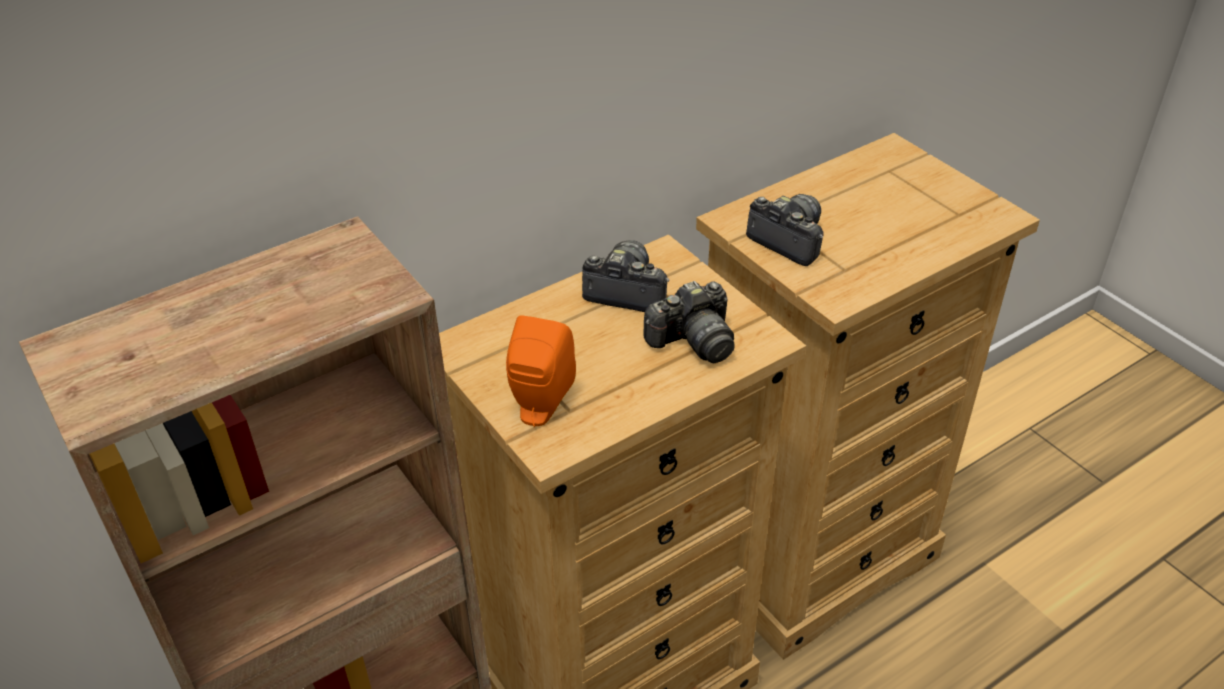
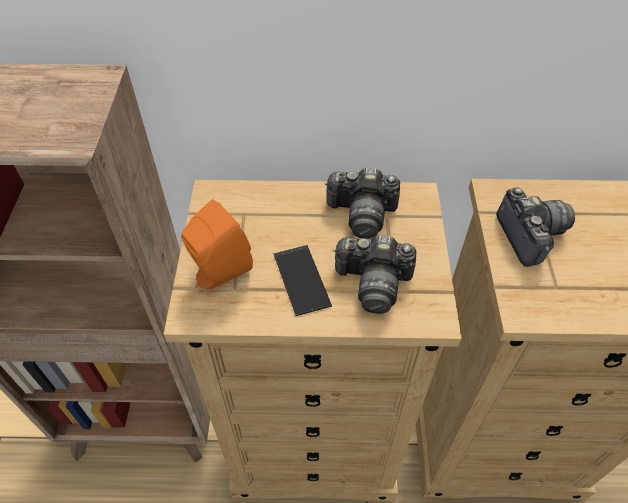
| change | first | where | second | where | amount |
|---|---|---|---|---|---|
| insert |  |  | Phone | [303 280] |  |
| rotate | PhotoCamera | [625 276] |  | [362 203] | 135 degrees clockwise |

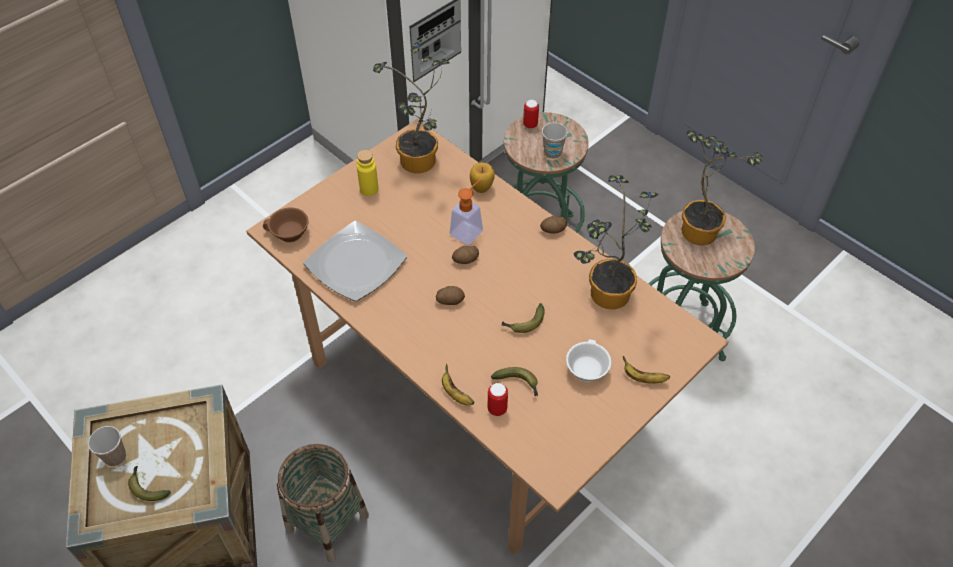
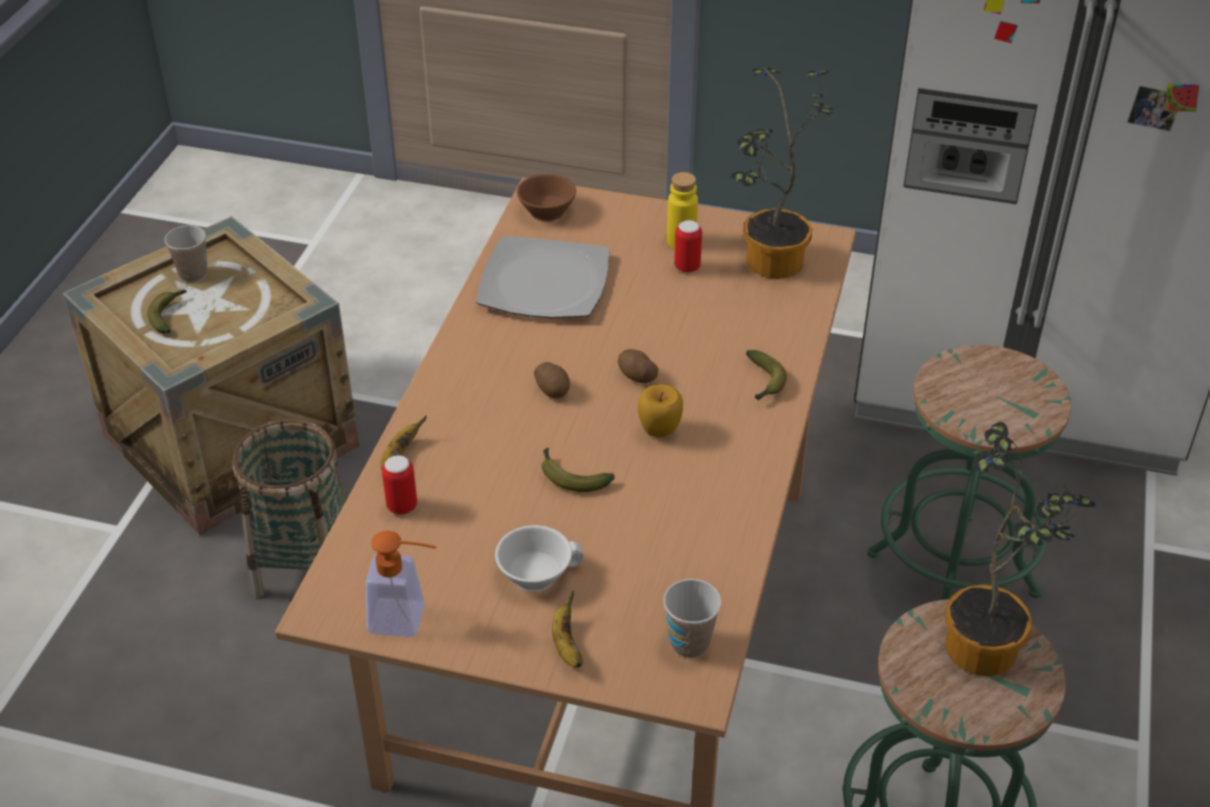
| change | first | where | second | where | amount |
|---|---|---|---|---|---|
| move | LiquidSoapBottle | [466 212] |  | [401 584] |  |
| move | WholeApple | [482 178] |  | [660 410] |  |
| move | Cup | [555 141] |  | [692 618] |  |
| move | SealedCan | [531 114] |  | [688 246] |  |
| move | Banana | [514 381] |  | [766 375] |  |
| delete | WholePotato | [553 225] |  |  |  |
| delete | PottedPlant | [616 242] |  |  |  |

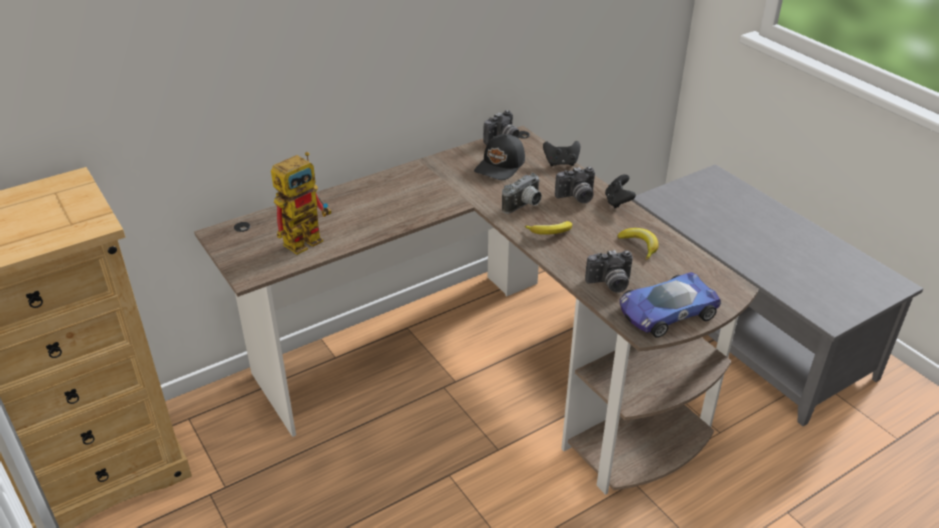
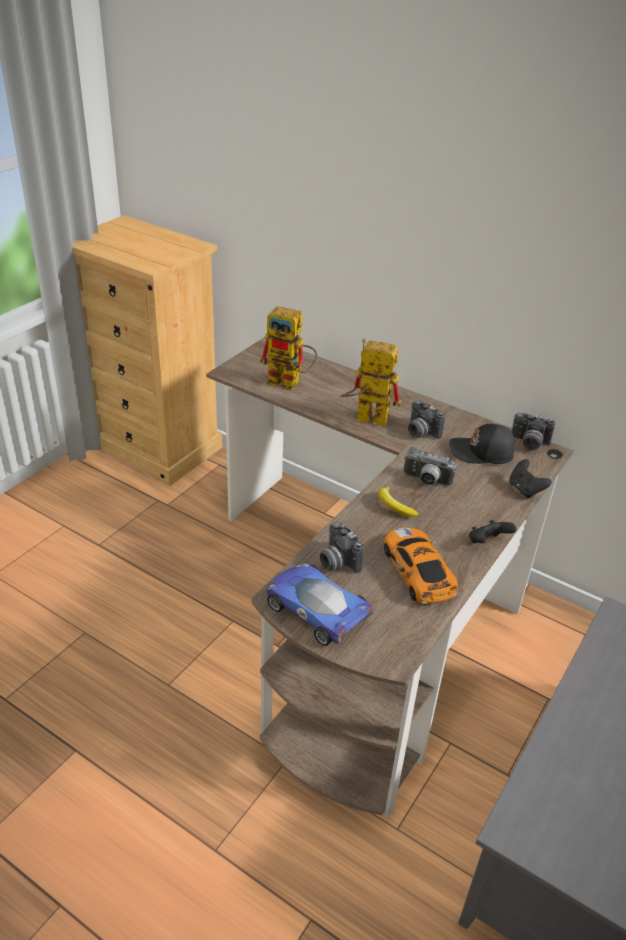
| change | first | where | second | where | amount |
|---|---|---|---|---|---|
| insert |  |  | ToyRobot | [371 383] |  |
| replace | Banana | [638 244] | ModelCar | [421 565] |  |
| move | PhotoCamera | [575 185] |  | [426 419] |  |

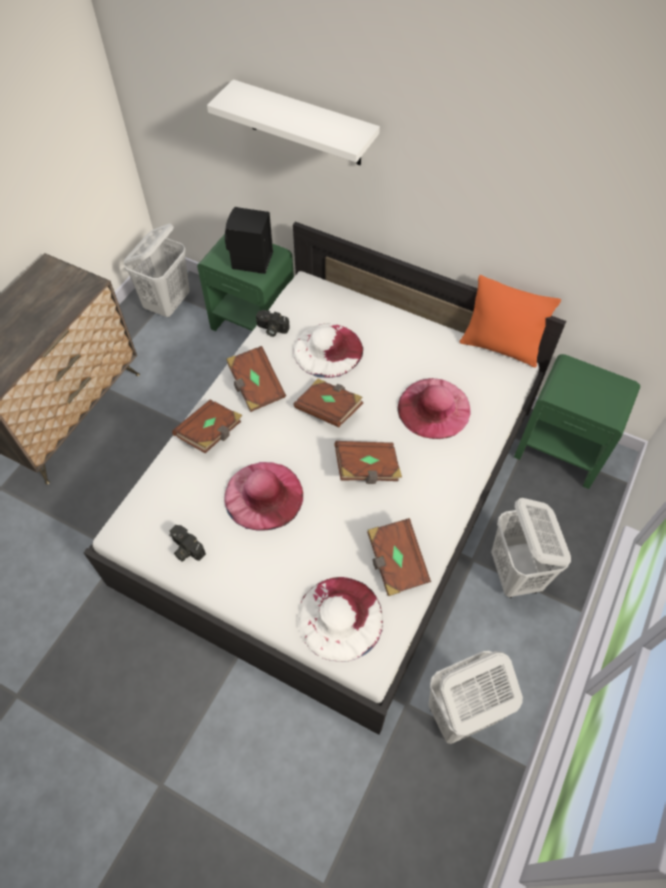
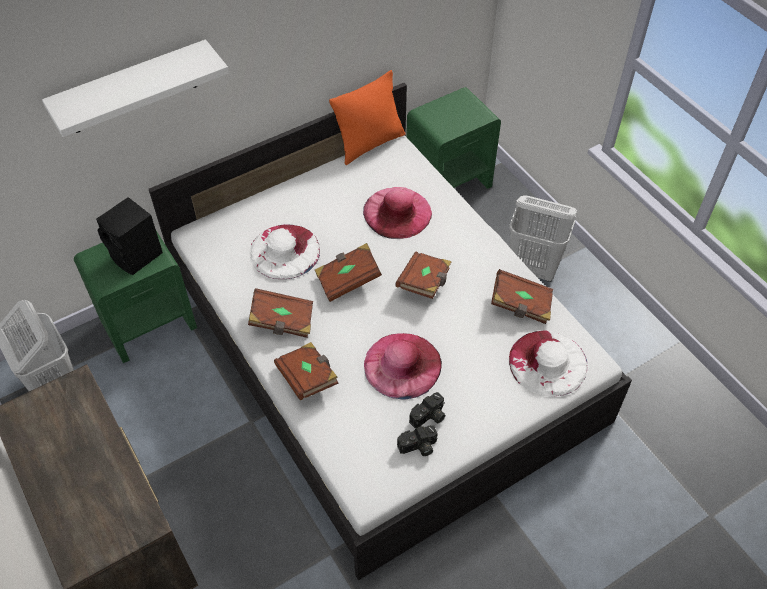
| change | first | where | second | where | amount |
|---|---|---|---|---|---|
| move | PhotoCamera | [273 323] |  | [427 410] |  |
| delete | WhiteColouredWashingBasket | [476 697] |  |  |  |

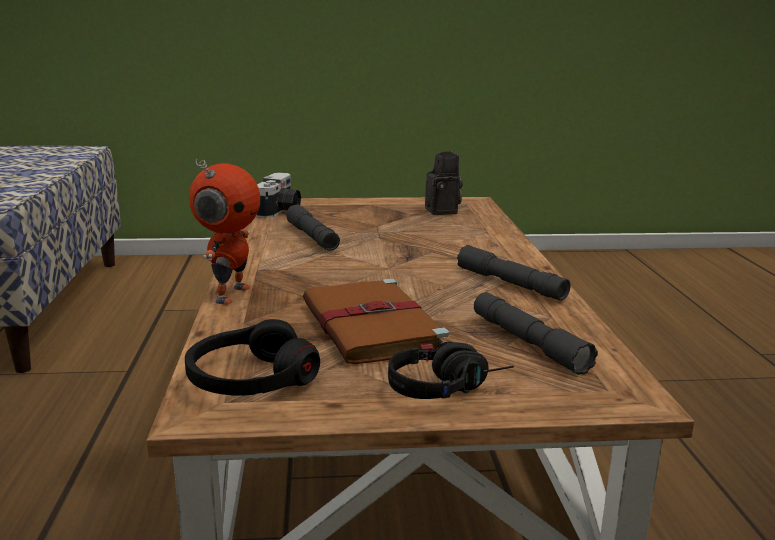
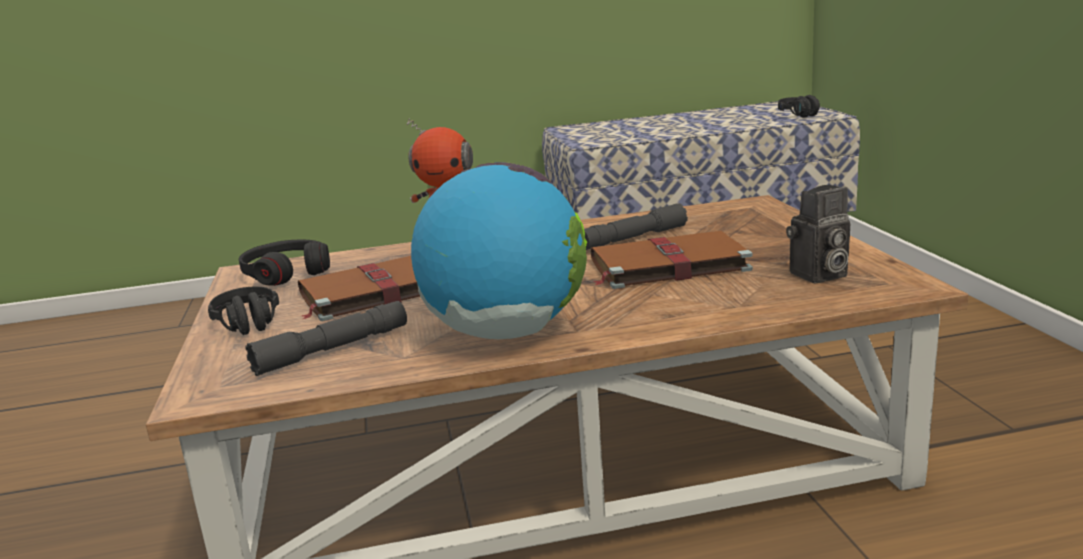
| change | first | where | second | where | amount |
|---|---|---|---|---|---|
| replace | GreyFlashlight | [513 273] | DeskGlobe | [499 250] |  |
| insert |  |  | BrownishBook | [672 260] |  |
| insert |  |  | BlackColouredPairOfHeadphones | [799 106] |  |
| delete | PhotoCamera | [278 195] |  |  |  |

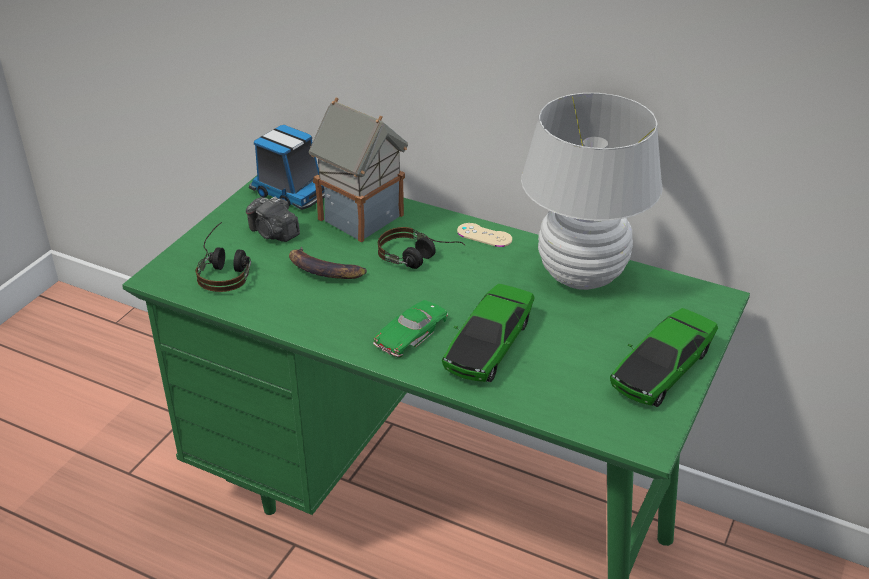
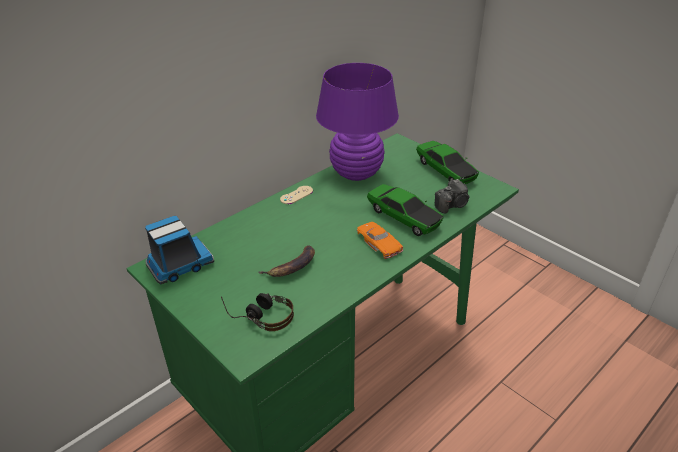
| change | first | where | second | where | amount |
|---|---|---|---|---|---|
| recolor | WhiteColouredTabletopLamp | [592 191] | PurplishTabletopLamp | [357 122] |  |
| recolor | GreenModelCar | [410 329] | OrangeColouredModelCar | [380 240] |  |
| move | PhotoCamera | [273 219] |  | [452 196] |  |
| delete | ToyHouse | [358 170] |  |  |  |
| delete | PairOfHeadphones | [421 248] |  |  |  |

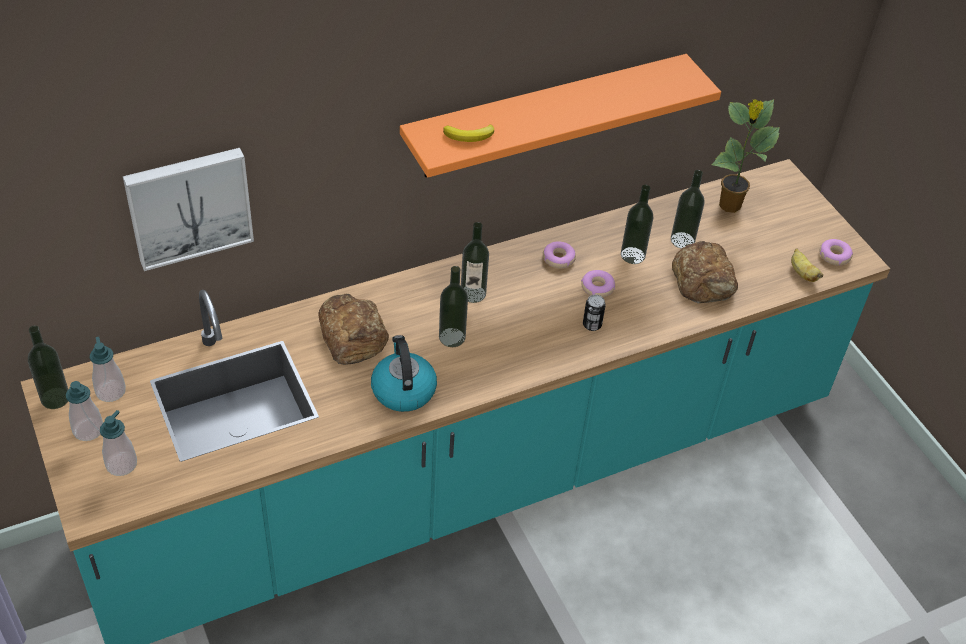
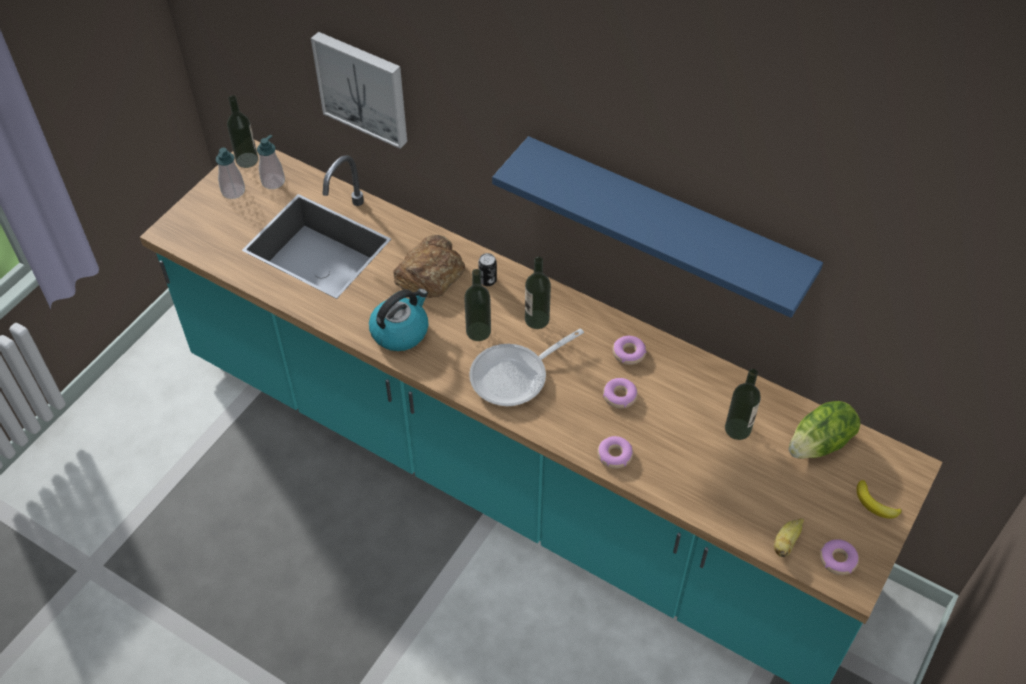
| change | first | where | second | where | amount |
|---|---|---|---|---|---|
| insert |  |  | FryingPan | [526 367] |  |
| move | SealedCan | [594 313] |  | [487 269] |  |
| recolor | OrangeColouredBracketShelf | [560 115] | BlueBracketShelf | [657 227] |  |
| insert |  |  | RingDoughnut | [615 452] |  |
| replace | PottedPlant | [746 156] | Lettuce | [824 430] |  |
| move | Banana | [468 133] |  | [879 499] |  |
| delete | LiquidSoapBottle | [118 443] |  |  |  |
| delete | DrinkBottle | [637 224] |  |  |  |
| delete | BakedBread | [705 272] |  |  |  |

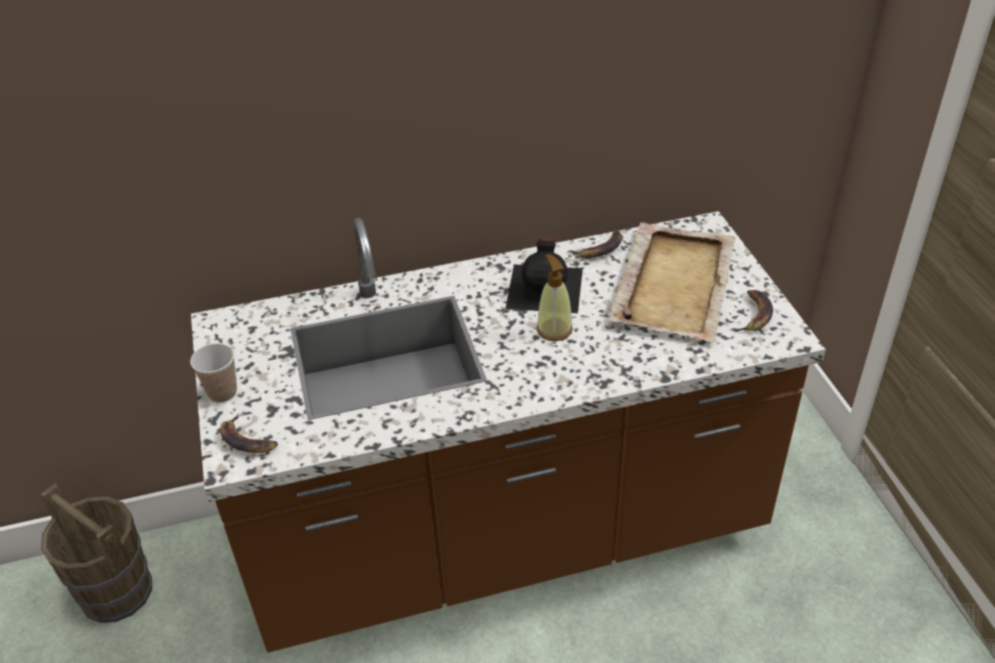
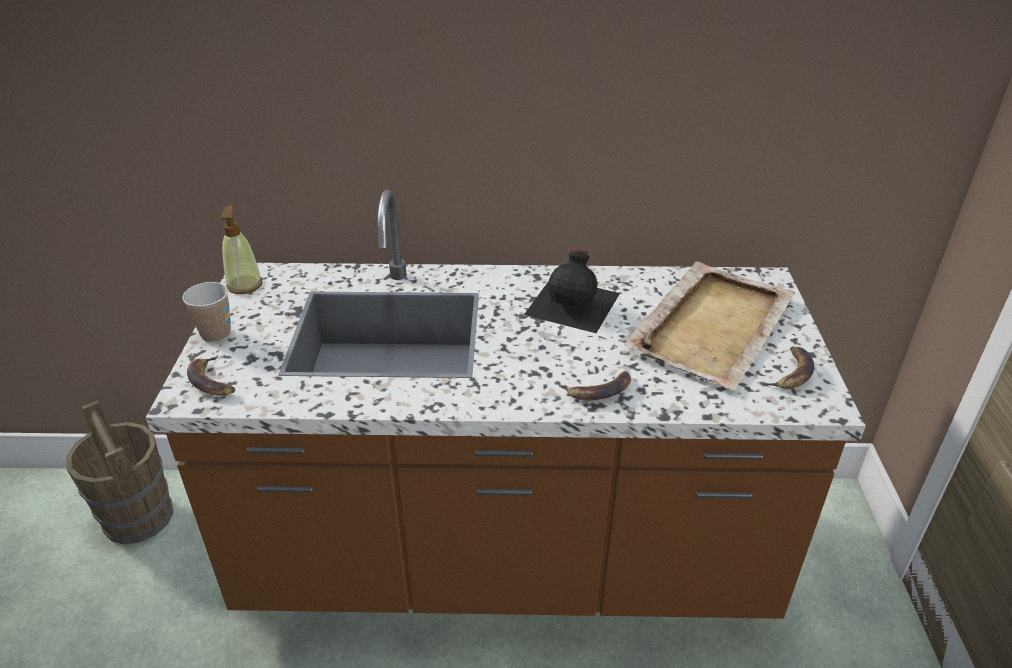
| change | first | where | second | where | amount |
|---|---|---|---|---|---|
| move | LiquidSoapBottle | [554 297] |  | [241 249] |  |
| move | Banana | [595 244] |  | [594 385] |  |

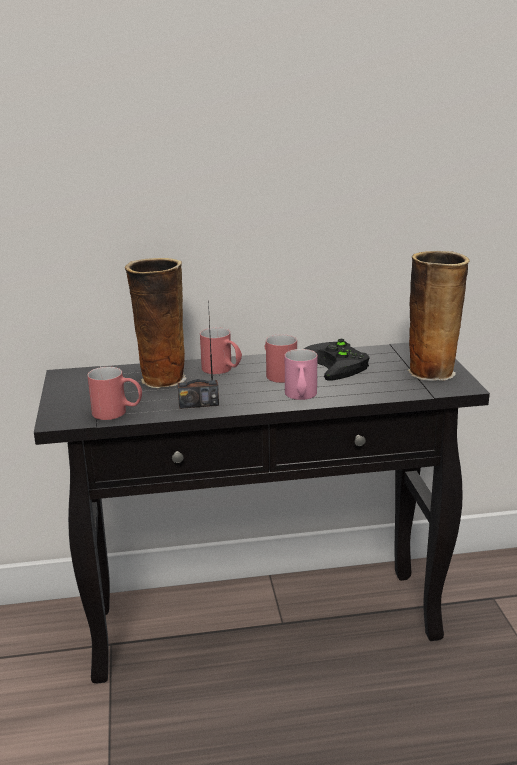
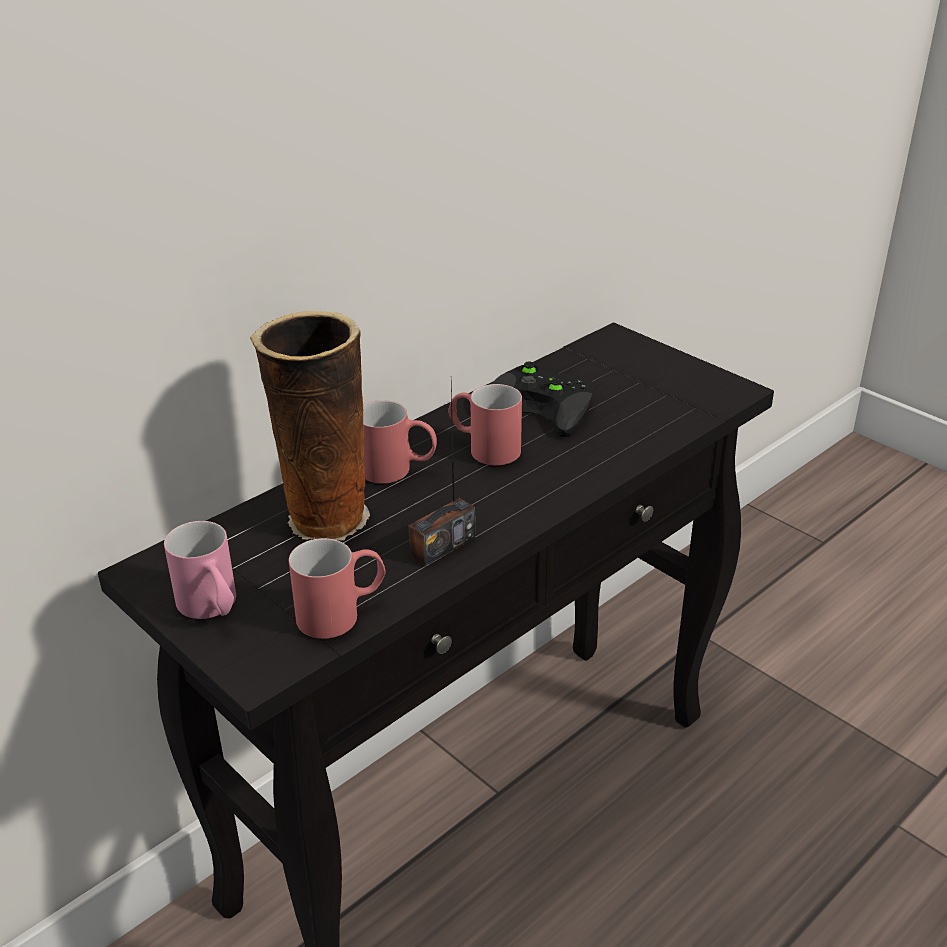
| change | first | where | second | where | amount |
|---|---|---|---|---|---|
| move | PinkColouredCoffeeMug | [301 374] |  | [200 570] |  |
| delete | Vase | [439 316] |  |  |  |

